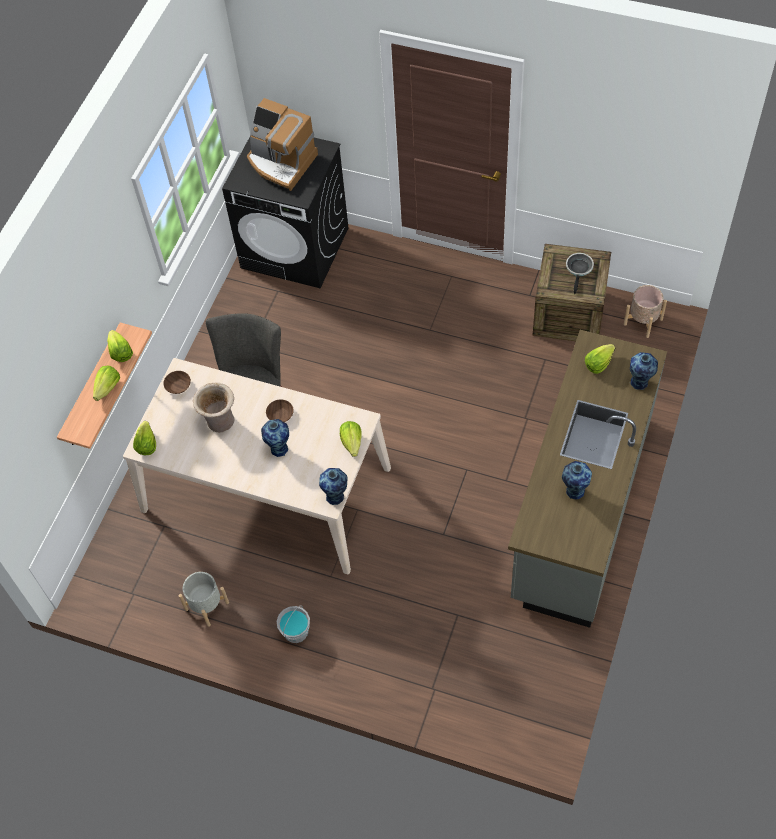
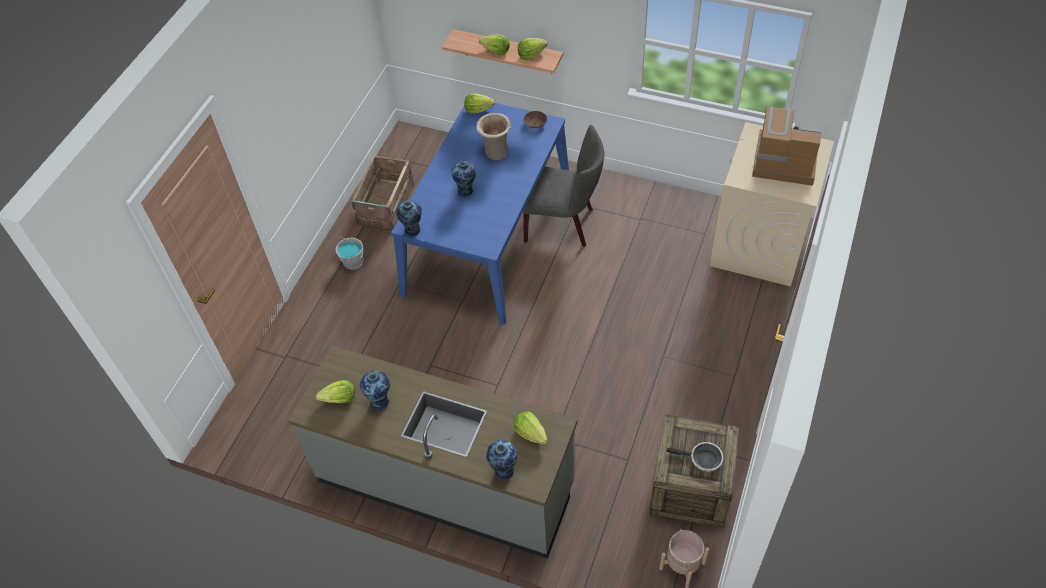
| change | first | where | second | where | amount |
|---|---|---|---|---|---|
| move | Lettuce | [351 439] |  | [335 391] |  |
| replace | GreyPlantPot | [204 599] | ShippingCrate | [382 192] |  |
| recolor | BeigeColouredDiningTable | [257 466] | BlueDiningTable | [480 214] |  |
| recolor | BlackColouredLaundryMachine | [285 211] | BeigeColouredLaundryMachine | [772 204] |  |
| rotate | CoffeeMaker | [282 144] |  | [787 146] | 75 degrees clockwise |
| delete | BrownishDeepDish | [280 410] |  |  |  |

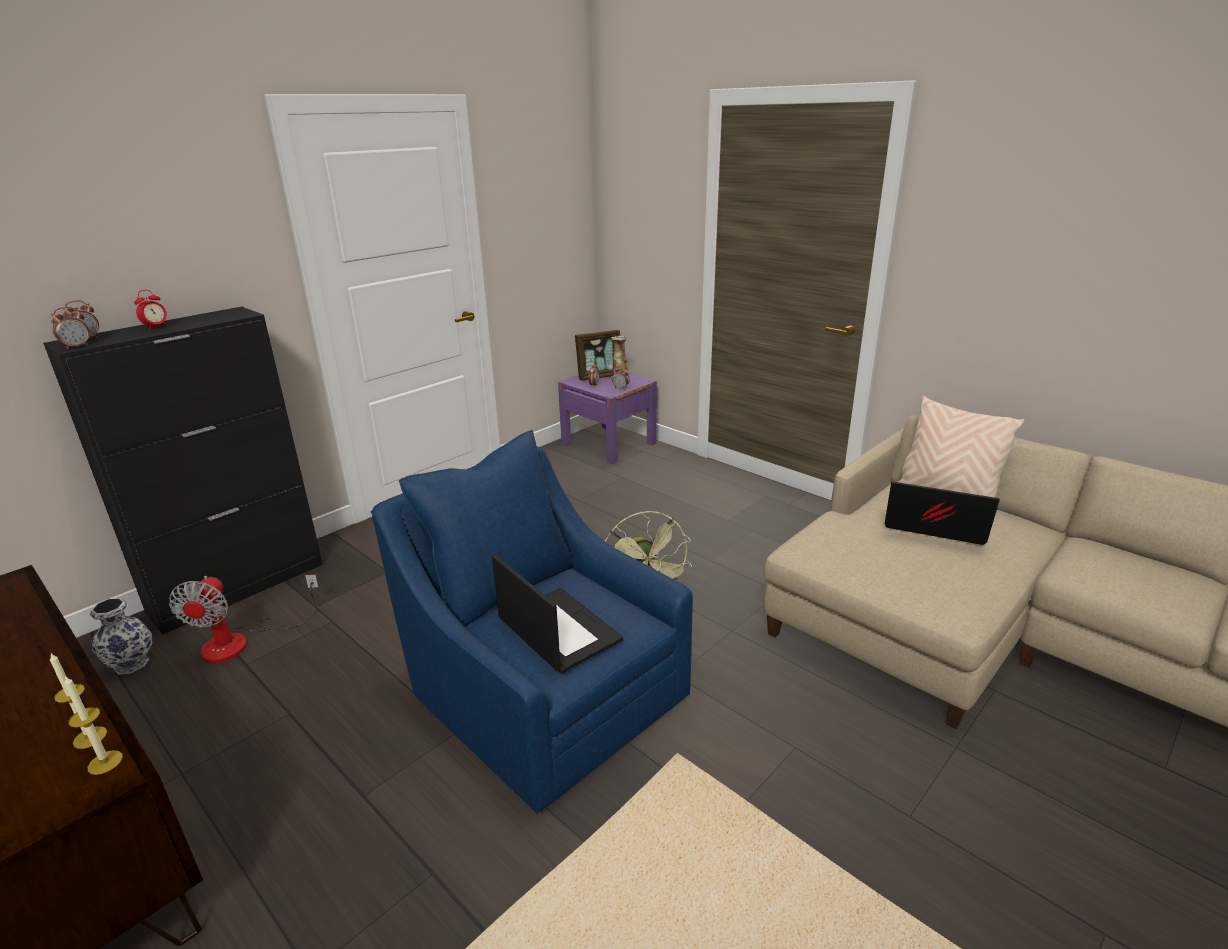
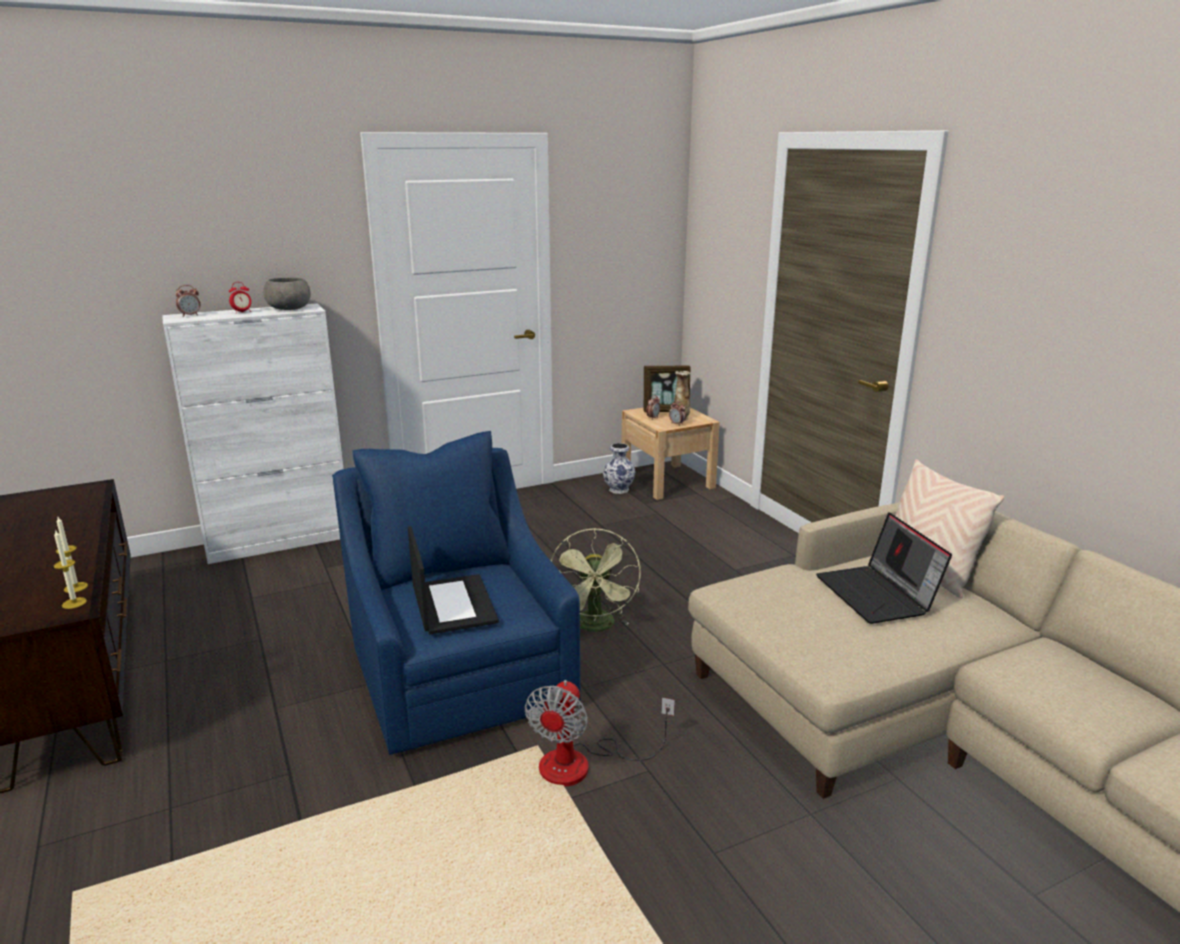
| change | first | where | second | where | amount |
|---|---|---|---|---|---|
| recolor | BlackColouredCabinet | [183 471] | WhiteColouredCabinet | [252 433] |  |
| insert |  |  | GreyDeepDish | [287 294] |  |
| move | CoolingFan | [244 619] |  | [600 733] |  |
| move | Vase | [121 636] |  | [619 468] |  |
| recolor | PurplishNightTable | [607 418] | BeigeColouredNightTable | [670 454] |  |
| rotate | PortableComputer | [942 513] |  | [884 568] | 150 degrees counterclockwise |
| delete | TableClock | [70 328] |  |  |  |

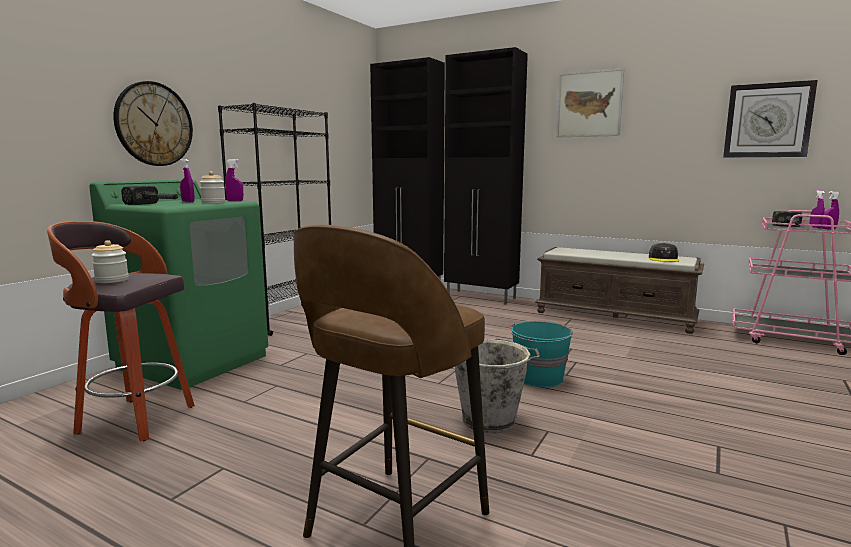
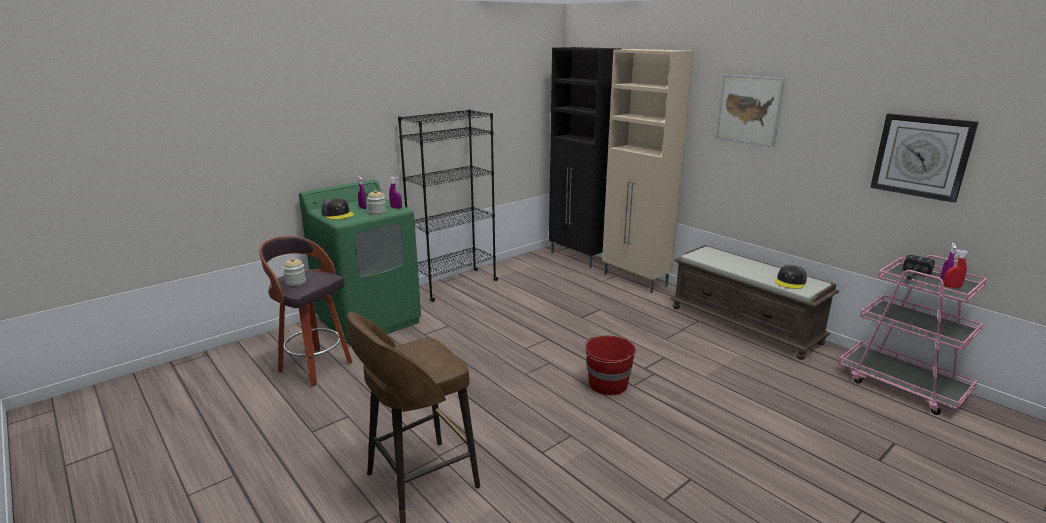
| change | first | where | second | where | amount |
|---|---|---|---|---|---|
| replace | HandHammer | [150 195] | GreyBaseballCap | [337 209] |  |
| recolor | BlueGreenBucket | [541 354] | RedColouredBucket | [609 365] |  |
| recolor | BlackColouredCabinet | [486 176] | BeigeColouredCabinet | [648 171] |  |
| recolor | PurplishSprayer | [831 210] | RedColouredSprayer | [956 269] |  |
| delete | WallClock | [153 123] |  |  |  |
| delete | GreyBucket | [497 386] |  |  |  |

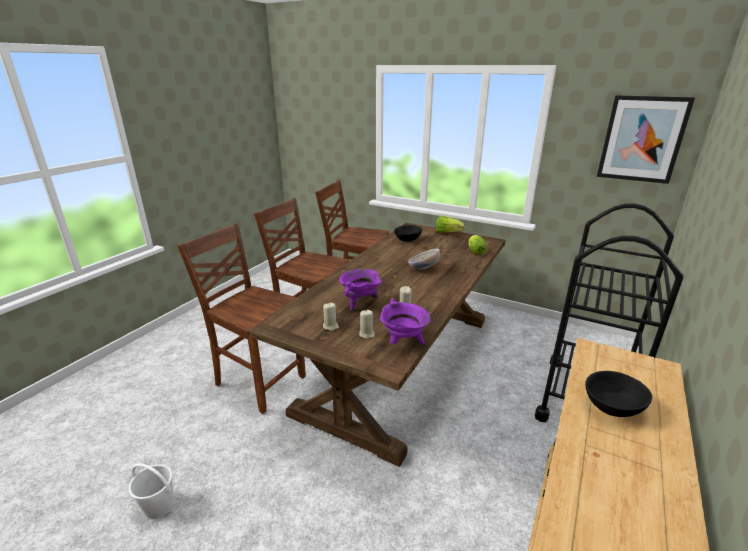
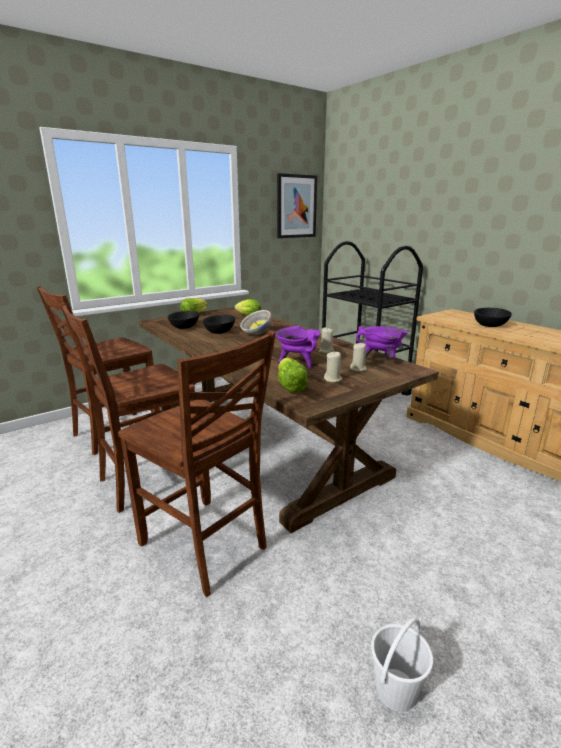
| change | first | where | second | where | amount |
|---|---|---|---|---|---|
| rotate | BrownishChair | [241 318] |  | [197 464] | 105 degrees counterclockwise |
| insert |  |  | BlackColouredDeepDish | [219 324] |  |
| insert |  |  | Lettuce | [293 375] |  |

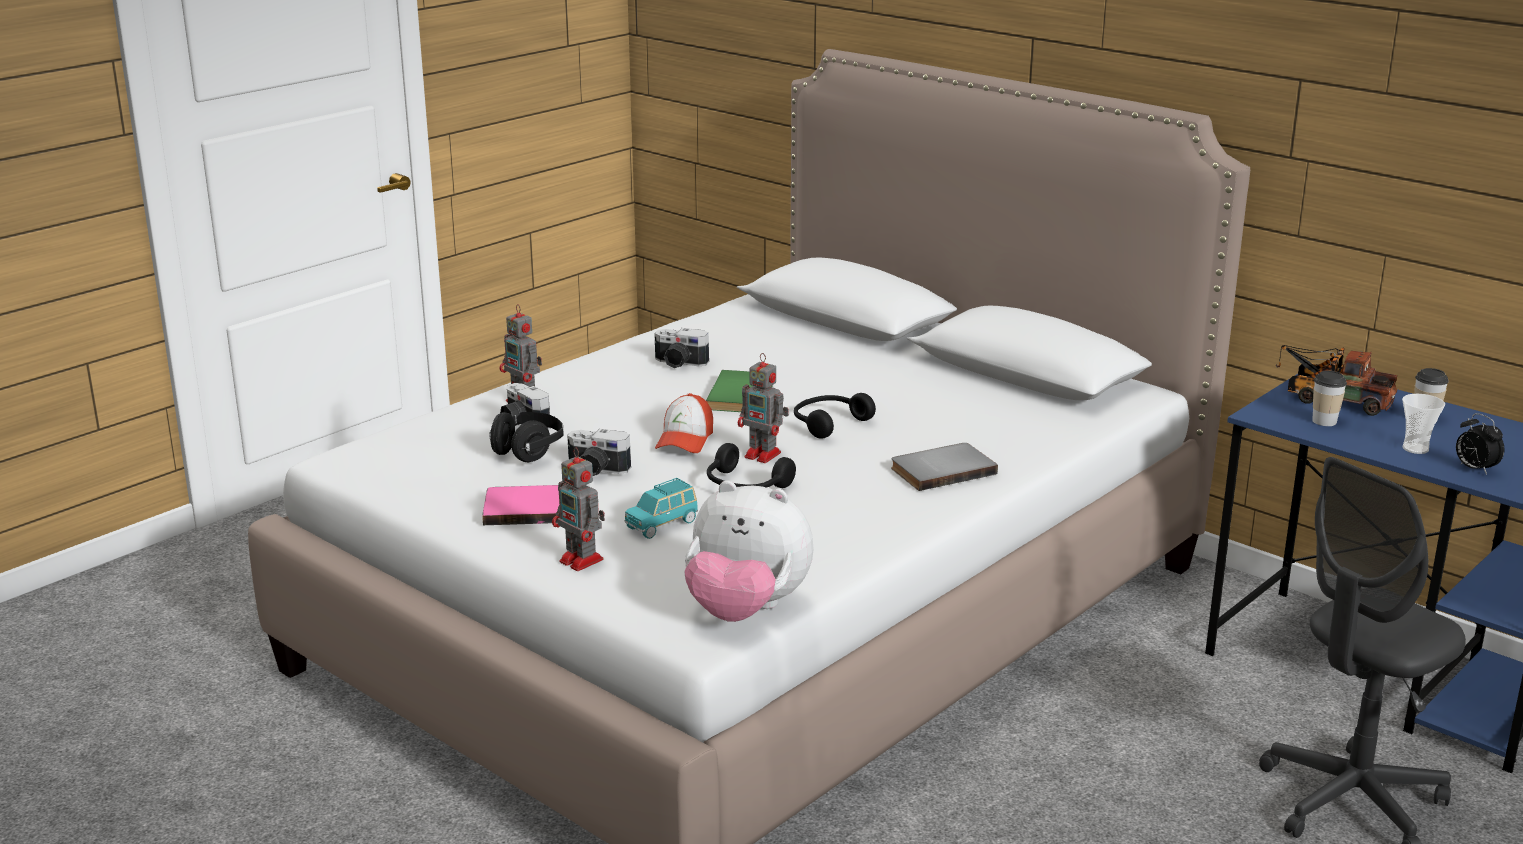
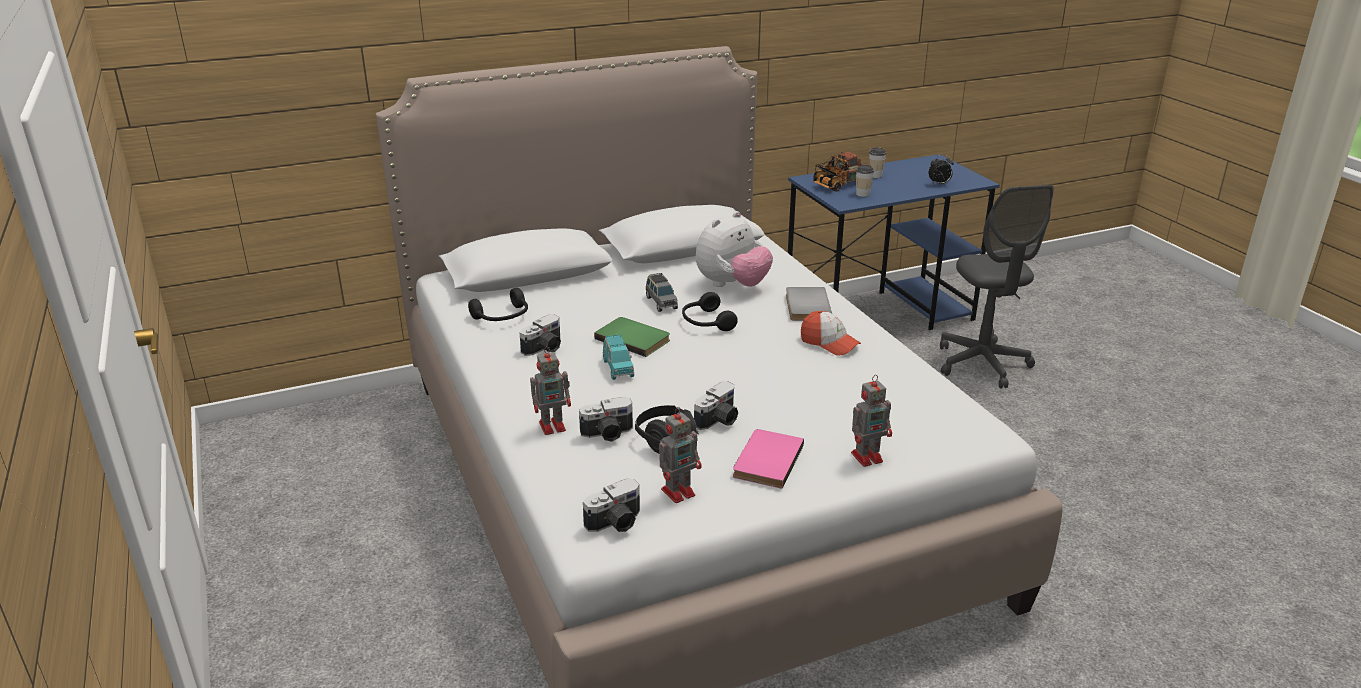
| change | first | where | second | where | amount |
|---|---|---|---|---|---|
| move | BlackColouredPairOfHeadphones | [751 465] |  | [498 304] |  |
| insert |  |  | PhotoCamera | [611 505] |  |
| move | BlueGreenModelCar | [661 508] |  | [618 357] |  |
| insert |  |  | GreyModelCar | [662 292] |  |
| move | ToyRobot | [763 408] |  | [680 455] |  |
| move | CuddlyToy | [749 551] |  | [734 249] |  |
| move | BaseballCap | [684 423] |  | [831 333] |  |
| delete | Cup | [1423 424] |  |  |  |

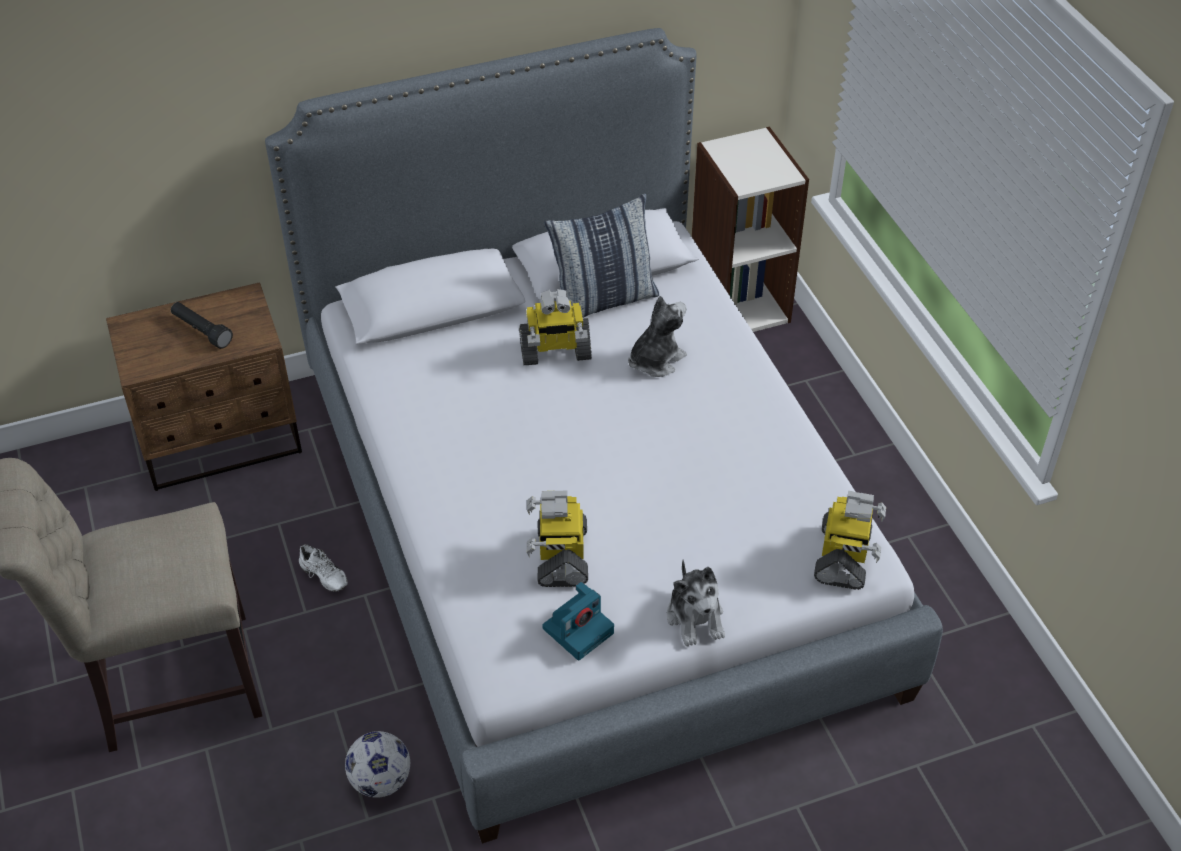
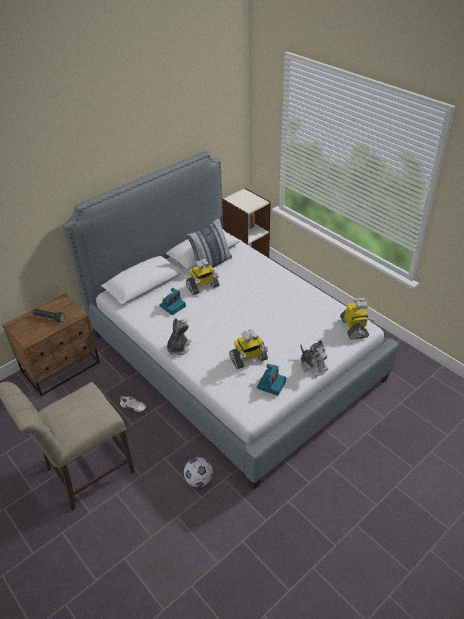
| change | first | where | second | where | amount |
|---|---|---|---|---|---|
| insert |  |  | PhotoCamera | [172 301] |  |
| move | CuddlyToy | [657 336] |  | [179 336] |  |
| rotate | ToyRobot | [557 539] |  | [248 349] | 90 degrees counterclockwise |

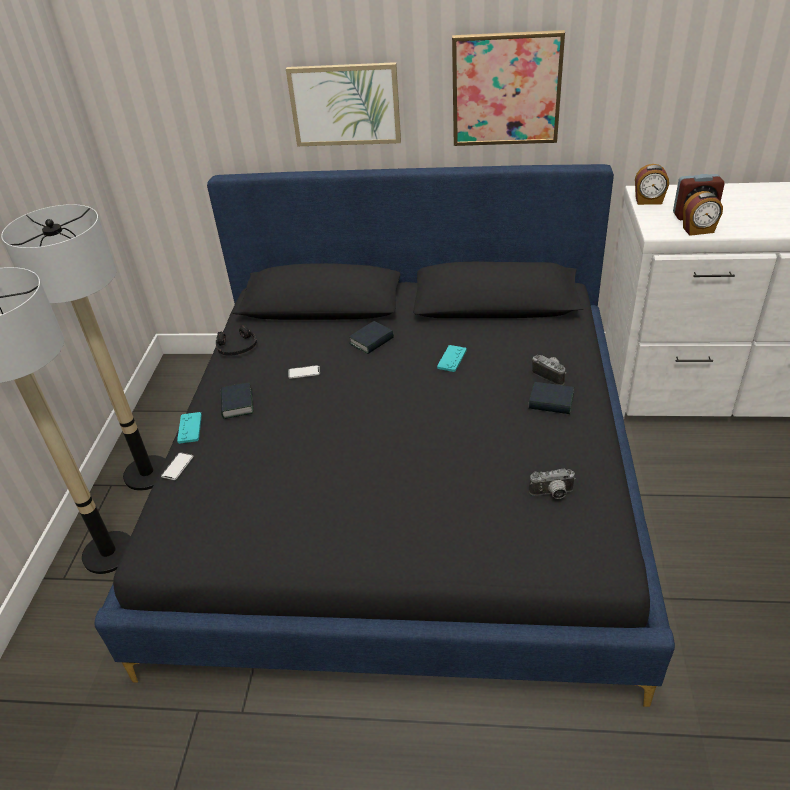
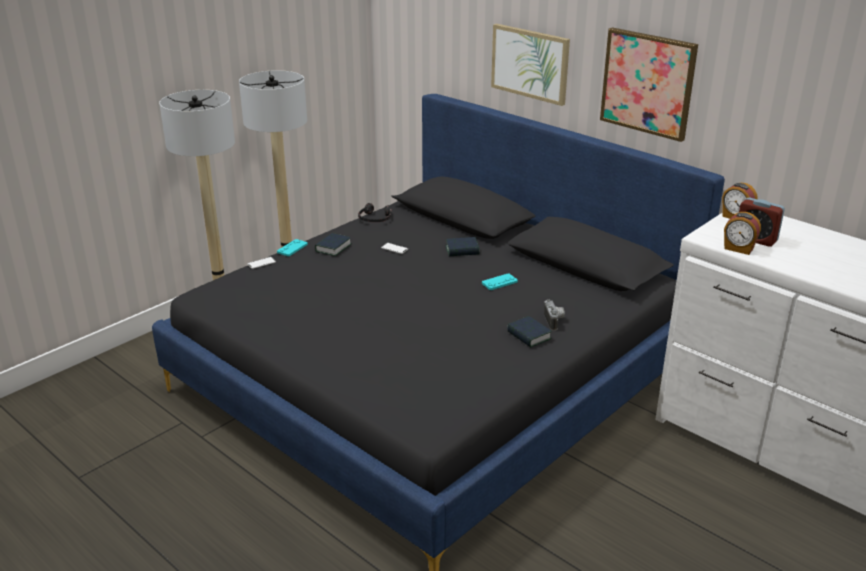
| change | first | where | second | where | amount |
|---|---|---|---|---|---|
| delete | PhotoCamera | [552 484] |  |  |  |

